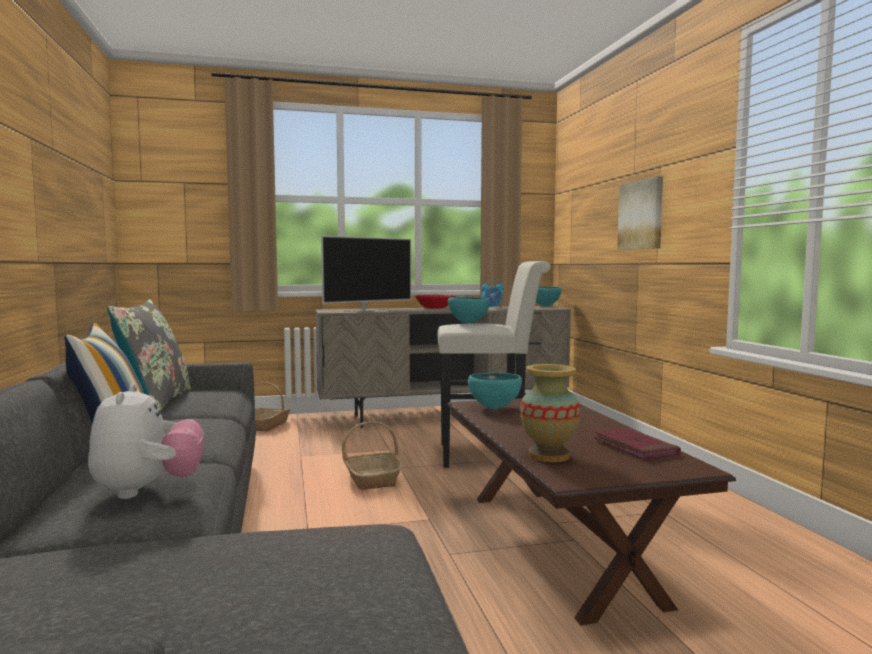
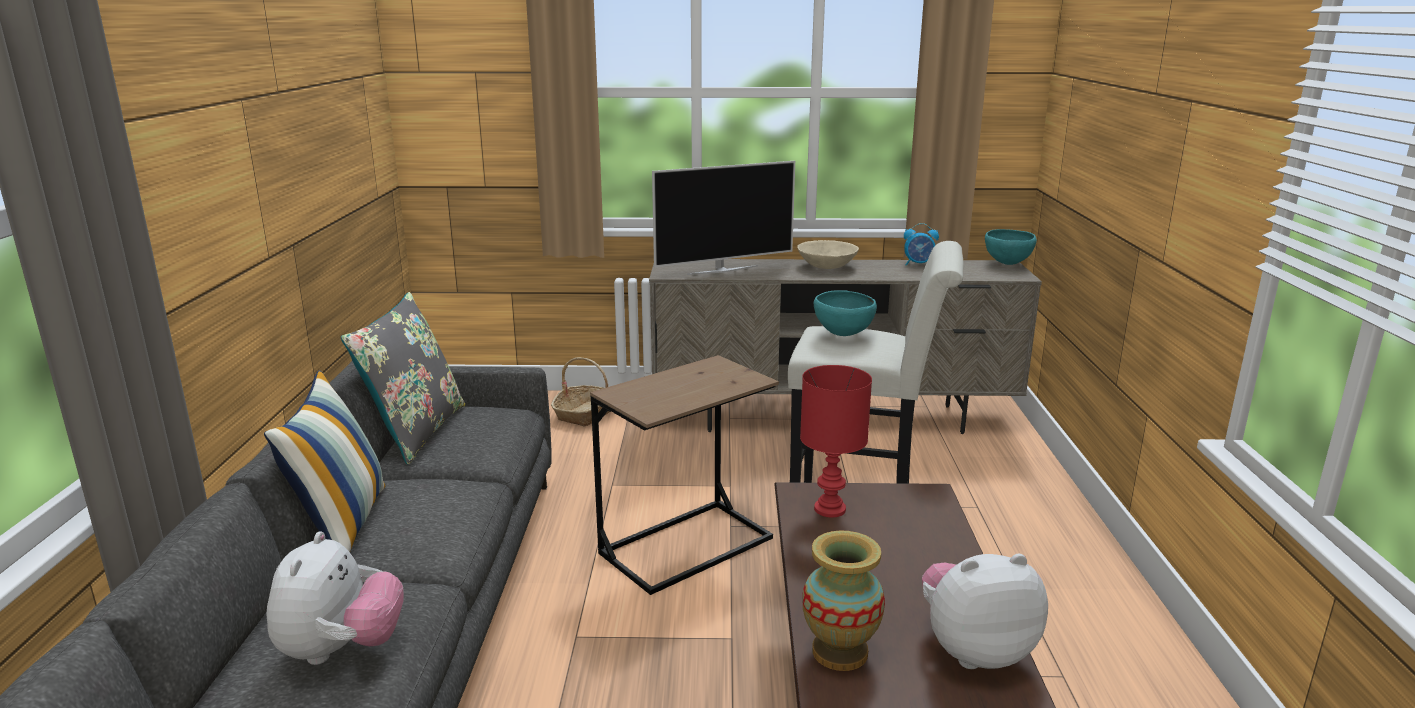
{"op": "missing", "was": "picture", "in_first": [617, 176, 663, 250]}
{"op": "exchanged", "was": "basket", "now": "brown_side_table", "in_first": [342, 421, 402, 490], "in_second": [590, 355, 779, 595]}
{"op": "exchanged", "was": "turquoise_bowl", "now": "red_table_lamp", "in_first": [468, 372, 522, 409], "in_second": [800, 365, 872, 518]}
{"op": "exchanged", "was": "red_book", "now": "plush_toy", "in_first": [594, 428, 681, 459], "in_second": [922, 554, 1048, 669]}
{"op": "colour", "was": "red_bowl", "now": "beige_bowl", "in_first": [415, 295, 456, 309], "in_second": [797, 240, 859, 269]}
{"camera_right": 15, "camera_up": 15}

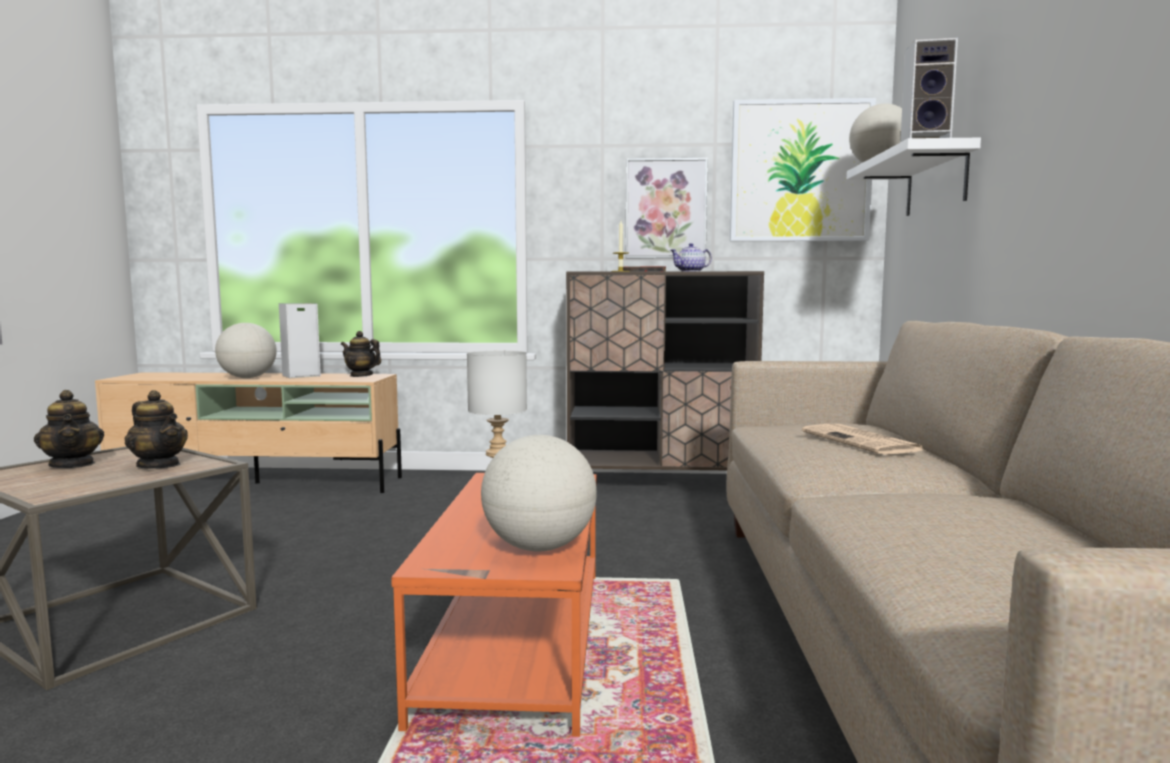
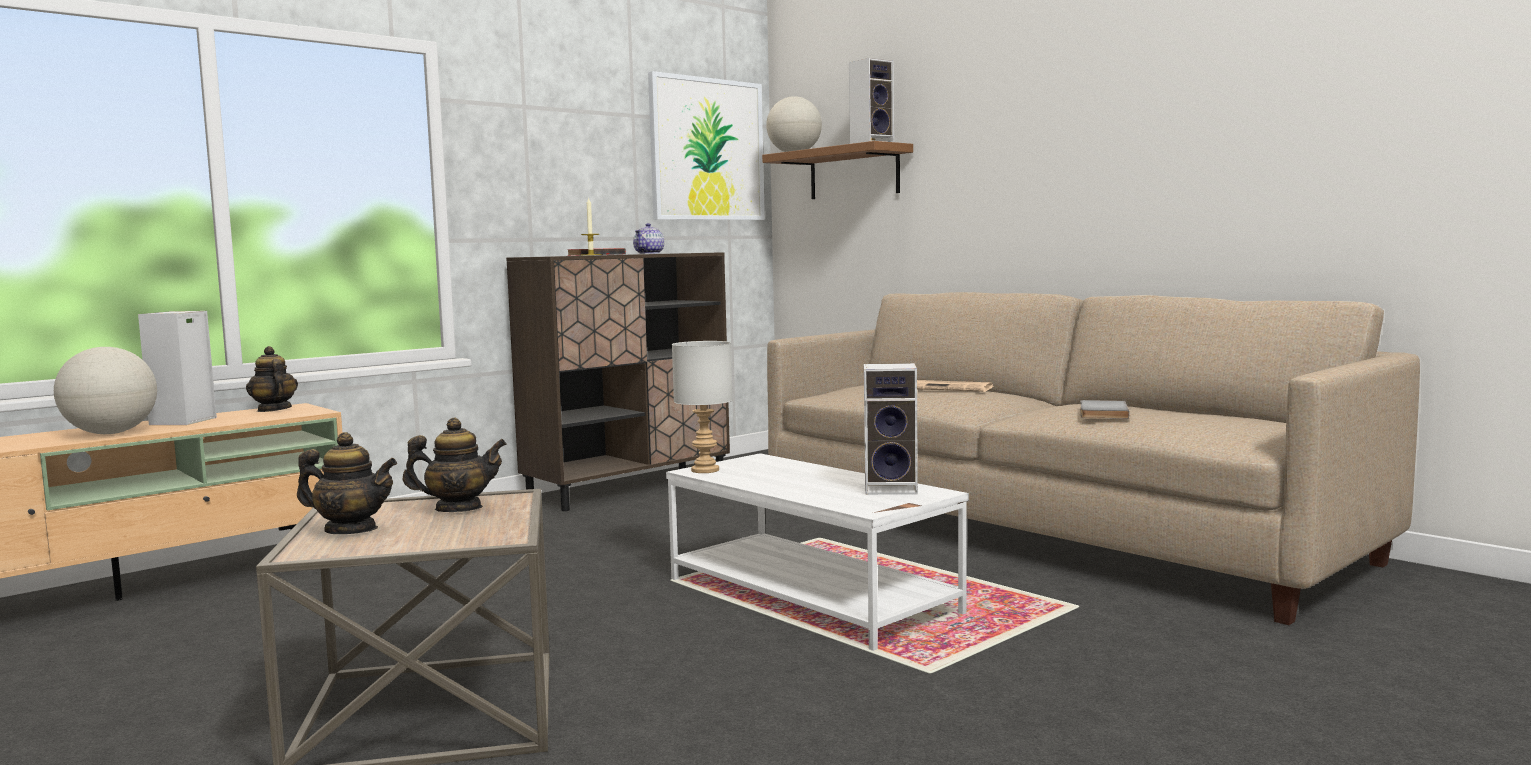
{"op": "missing", "was": "picture", "in_first": [626, 158, 708, 258]}
{"op": "appeared", "now": "grey_book", "in_second": [1080, 400, 1129, 419]}
{"op": "exchanged", "was": "globe", "now": "speaker", "in_first": [481, 435, 597, 551], "in_second": [864, 363, 918, 495]}
{"op": "colour", "was": "orange_coffee_table", "now": "white_coffee_table", "in_first": [391, 473, 597, 737], "in_second": [666, 453, 969, 651]}
{"op": "colour", "was": "white_shelf", "now": "brown_shelf", "in_first": [847, 138, 981, 216], "in_second": [762, 141, 913, 199]}
{"op": "spun", "was": "teapot", "in_first": [341, 331, 381, 377], "in_second": [246, 346, 298, 412], "clockwise": 75}
{"camera_right": -45, "camera_up": 0}

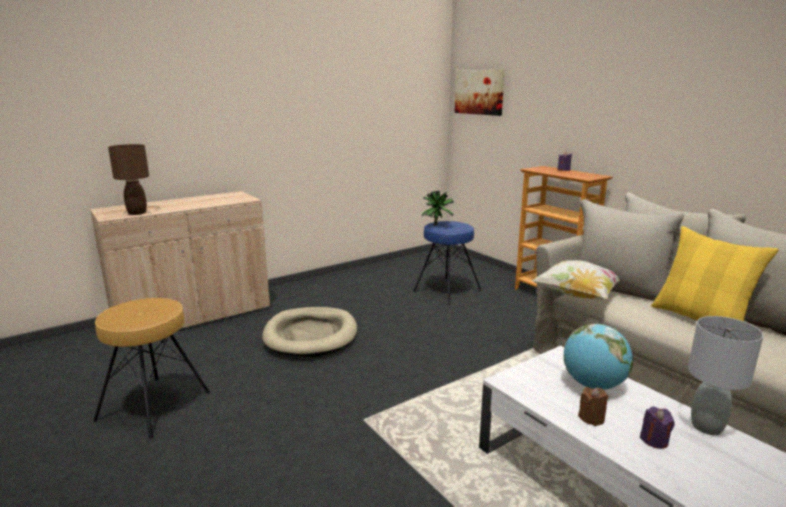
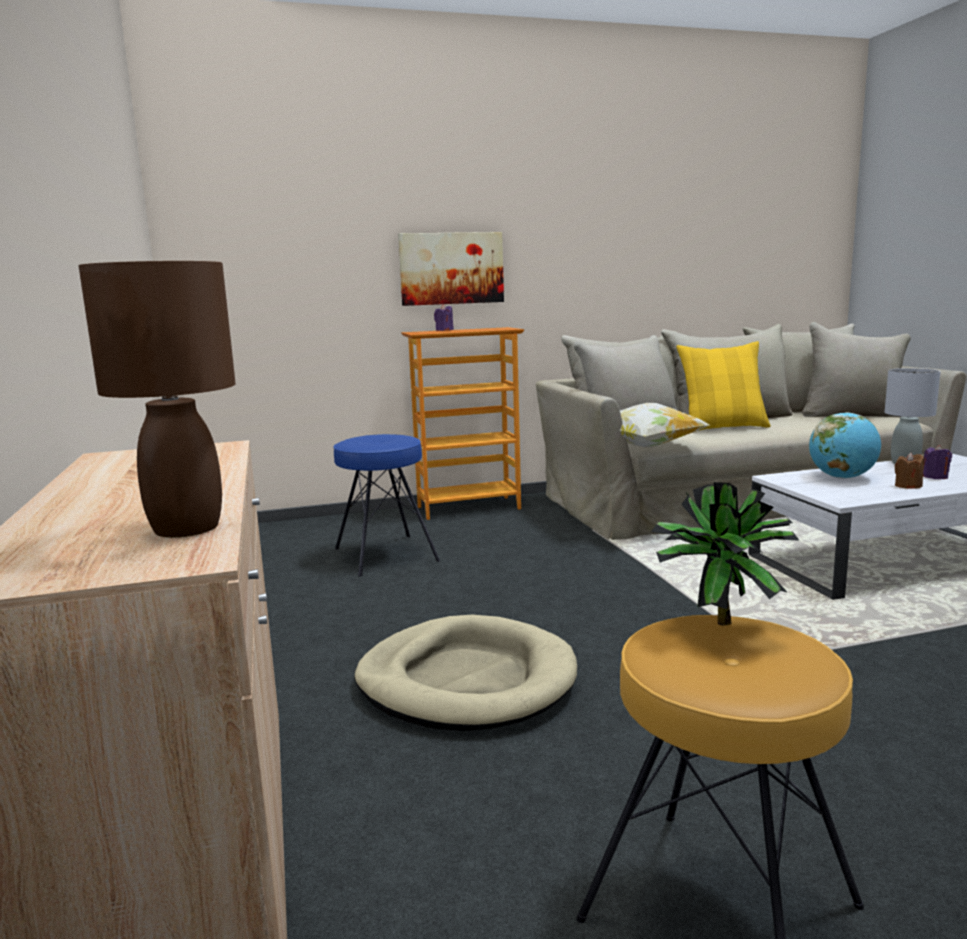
{"op": "relocated", "was": "potted_plant", "in_first": [422, 190, 454, 226], "in_second": [651, 482, 800, 625]}
{"op": "relocated", "was": "picture", "in_first": [454, 70, 505, 116], "in_second": [398, 232, 504, 306]}
{"camera_right": -70, "camera_up": -5}

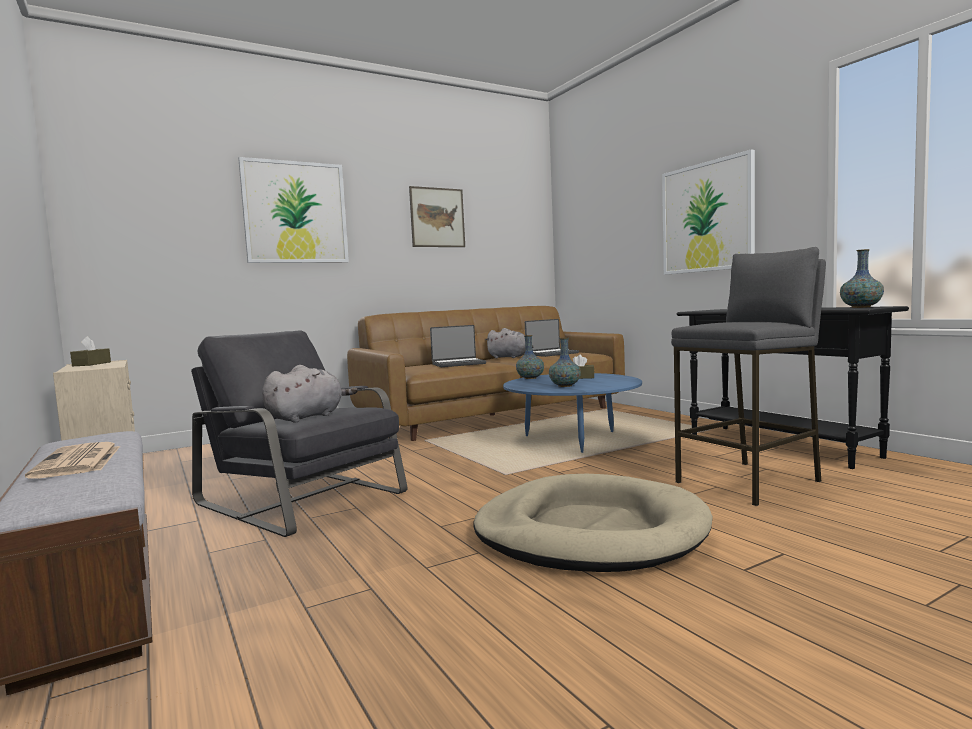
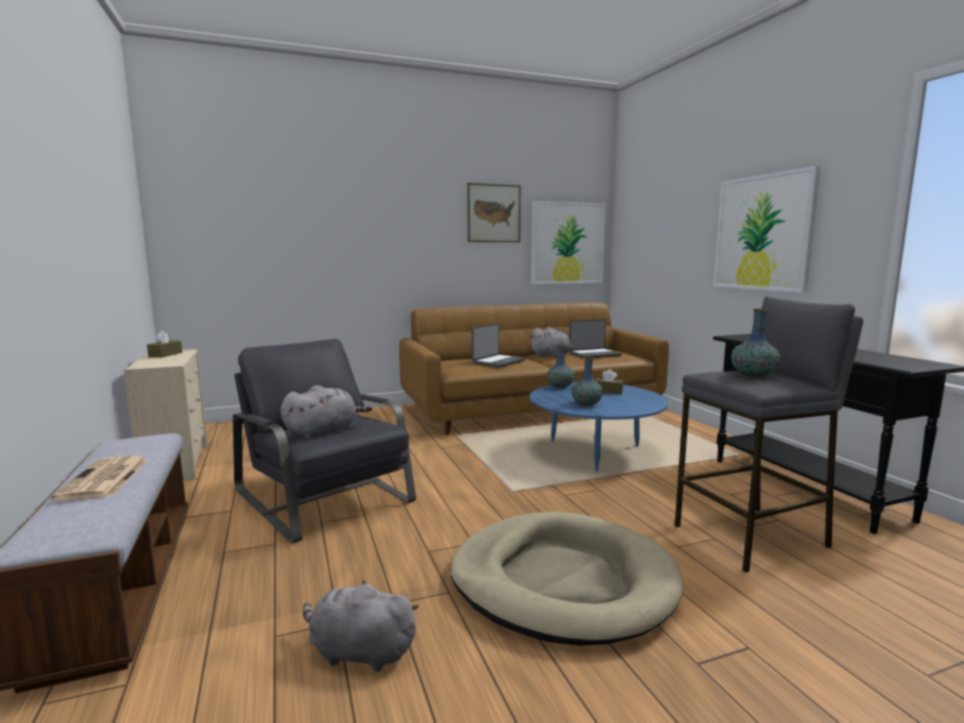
{"op": "appeared", "now": "grey_plush_toy", "in_second": [303, 580, 419, 672]}
{"op": "relocated", "was": "picture", "in_first": [238, 157, 349, 263], "in_second": [531, 201, 606, 285]}
{"op": "relocated", "was": "vase", "in_first": [840, 249, 884, 308], "in_second": [731, 309, 780, 378]}
{"op": "spun", "was": "laptop", "in_first": [430, 325, 486, 367], "in_second": [472, 323, 525, 368], "clockwise": -45}
{"camera_right": 10, "camera_up": 5}

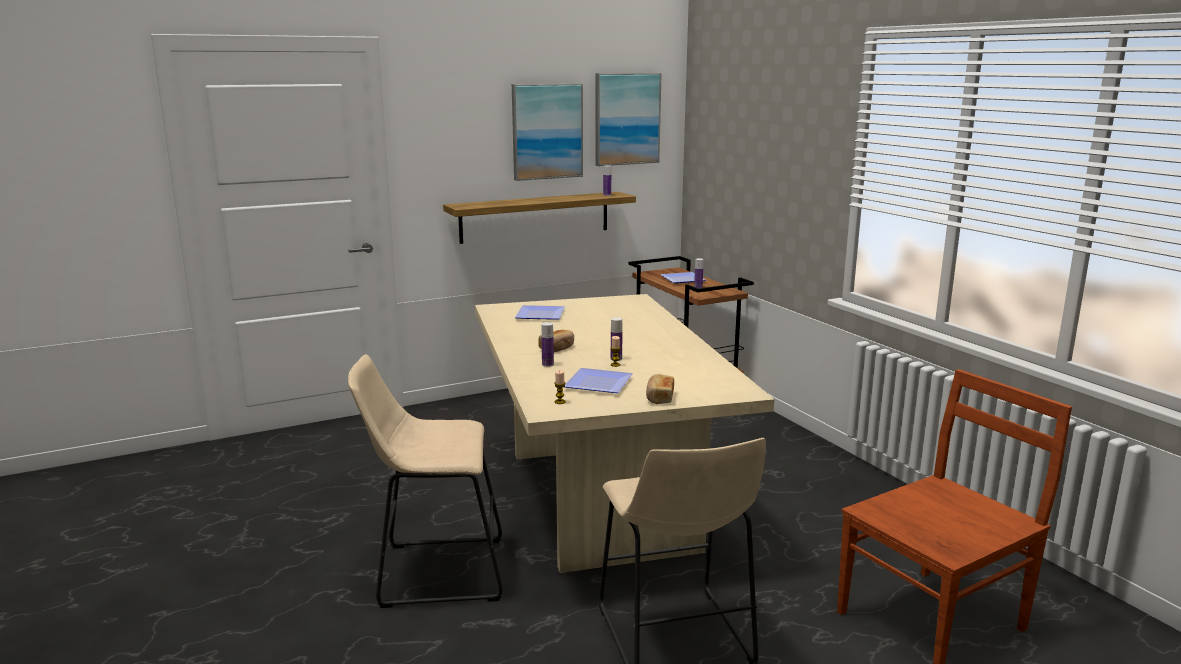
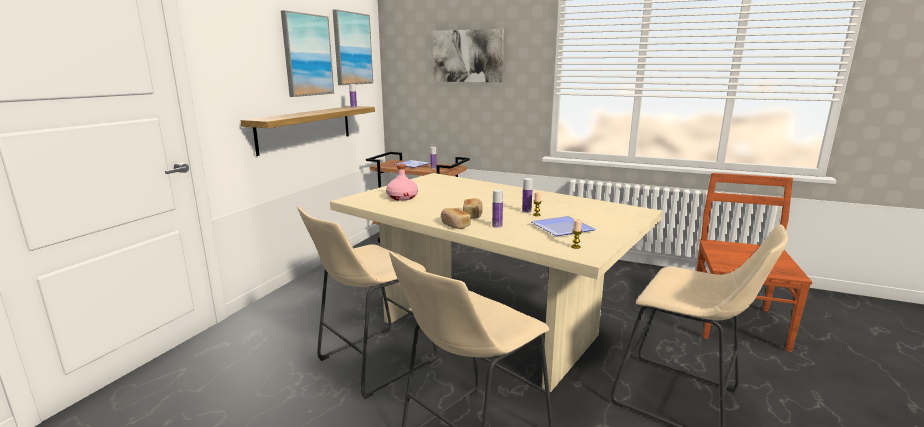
{"op": "appeared", "now": "beige_stool", "in_second": [297, 206, 438, 399]}
{"op": "appeared", "now": "picture", "in_second": [433, 29, 504, 82]}
{"op": "relocated", "was": "bread", "in_first": [646, 374, 674, 404], "in_second": [441, 208, 471, 229]}
{"op": "exchanged", "was": "plate", "now": "pink_bottle", "in_first": [515, 305, 565, 320], "in_second": [386, 164, 418, 201]}
{"camera_right": -40, "camera_up": 0}

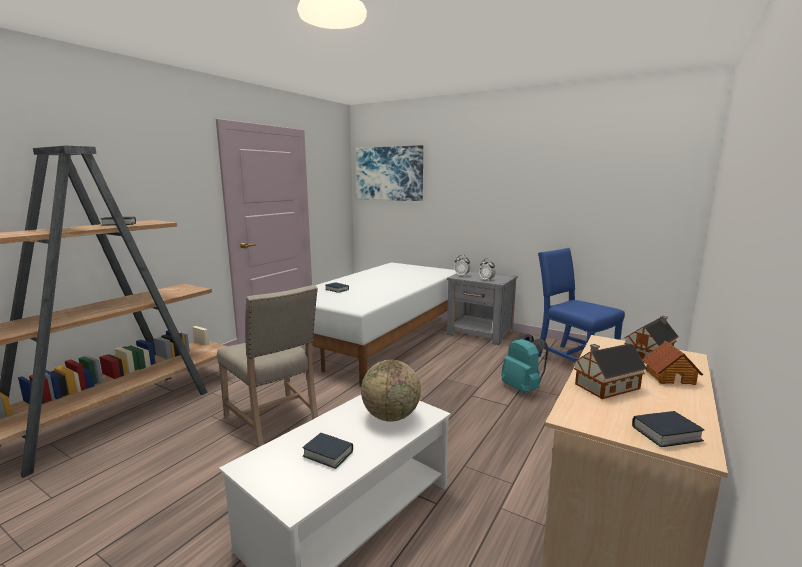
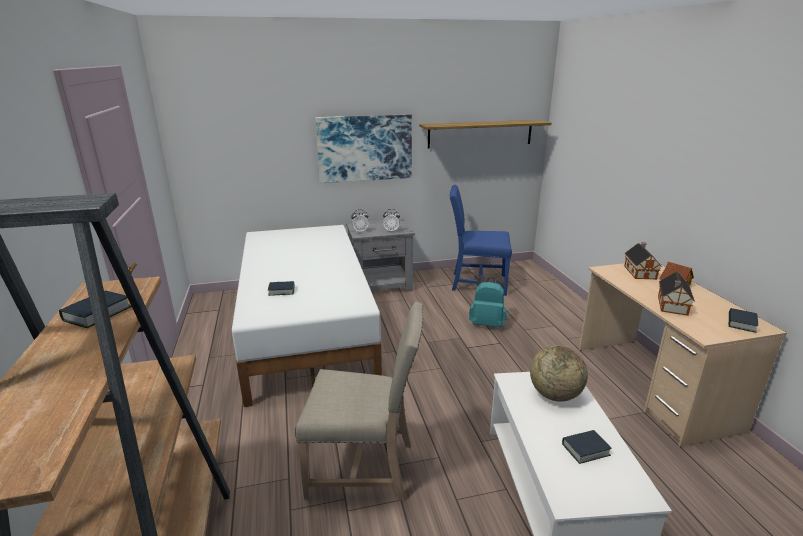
{"op": "appeared", "now": "shelf", "in_second": [419, 120, 552, 149]}
{"op": "relocated", "was": "picture", "in_first": [356, 145, 423, 201], "in_second": [315, 114, 412, 183]}
{"camera_right": -45, "camera_up": 10}

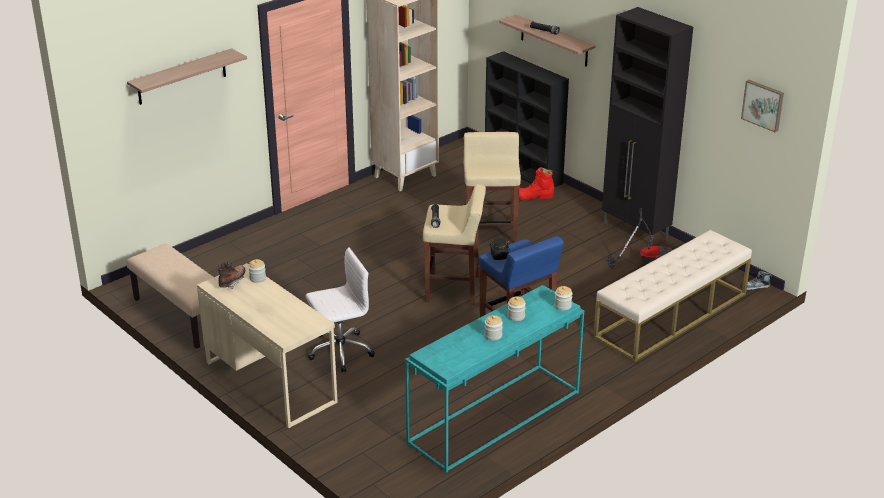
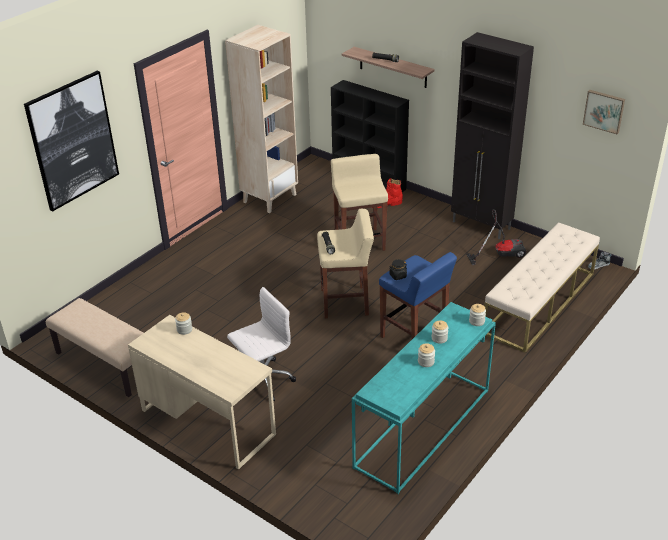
{"op": "missing", "was": "brown_boot", "in_first": [217, 262, 245, 289]}
{"op": "exchanged", "was": "shelf", "now": "picture", "in_first": [127, 48, 247, 105], "in_second": [24, 71, 119, 212]}
{"camera_right": -10, "camera_up": 5}

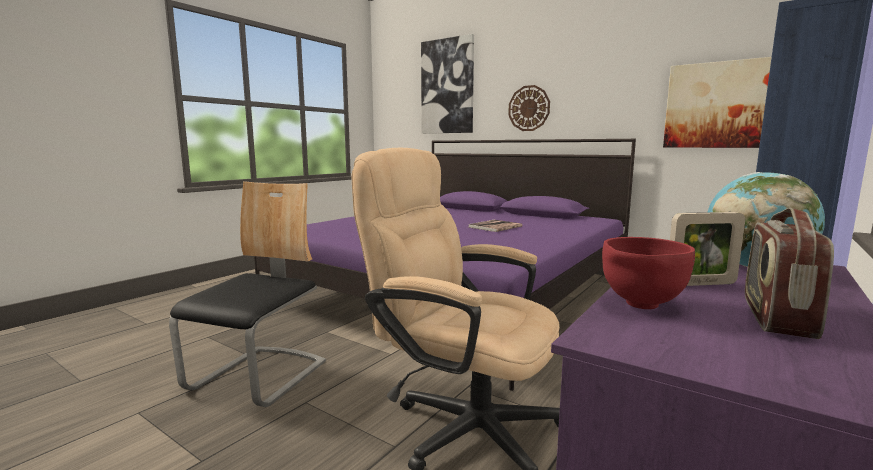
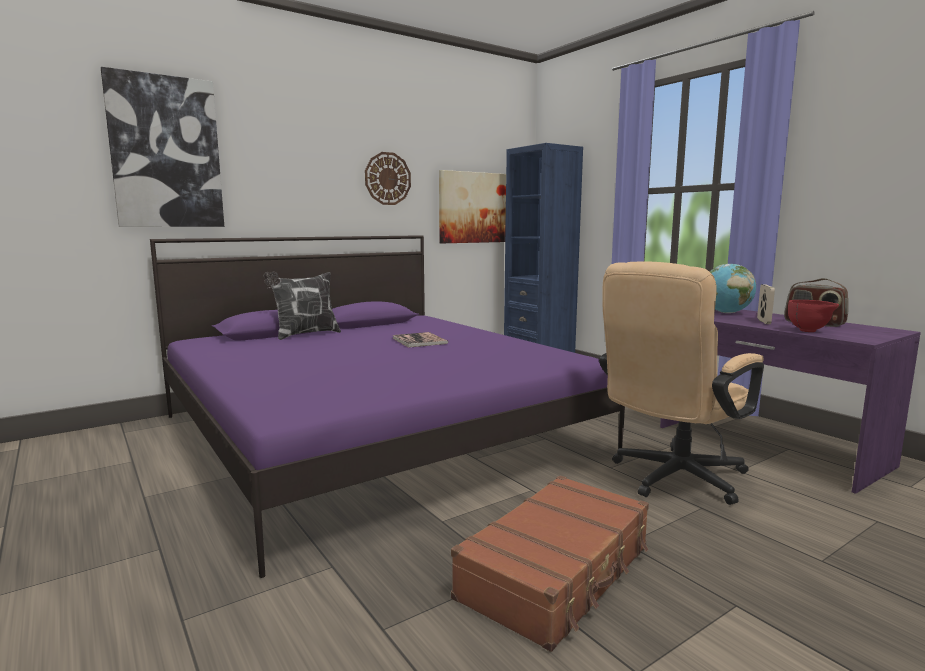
{"op": "appeared", "now": "pillow", "in_second": [264, 272, 341, 340]}
{"op": "relocated", "was": "wall_clock", "in_first": [508, 85, 550, 131], "in_second": [365, 152, 411, 205]}
{"op": "exchanged", "was": "chair", "now": "brown_suitcase", "in_first": [169, 181, 326, 407], "in_second": [451, 475, 649, 652]}
{"camera_right": -70, "camera_up": 0}

